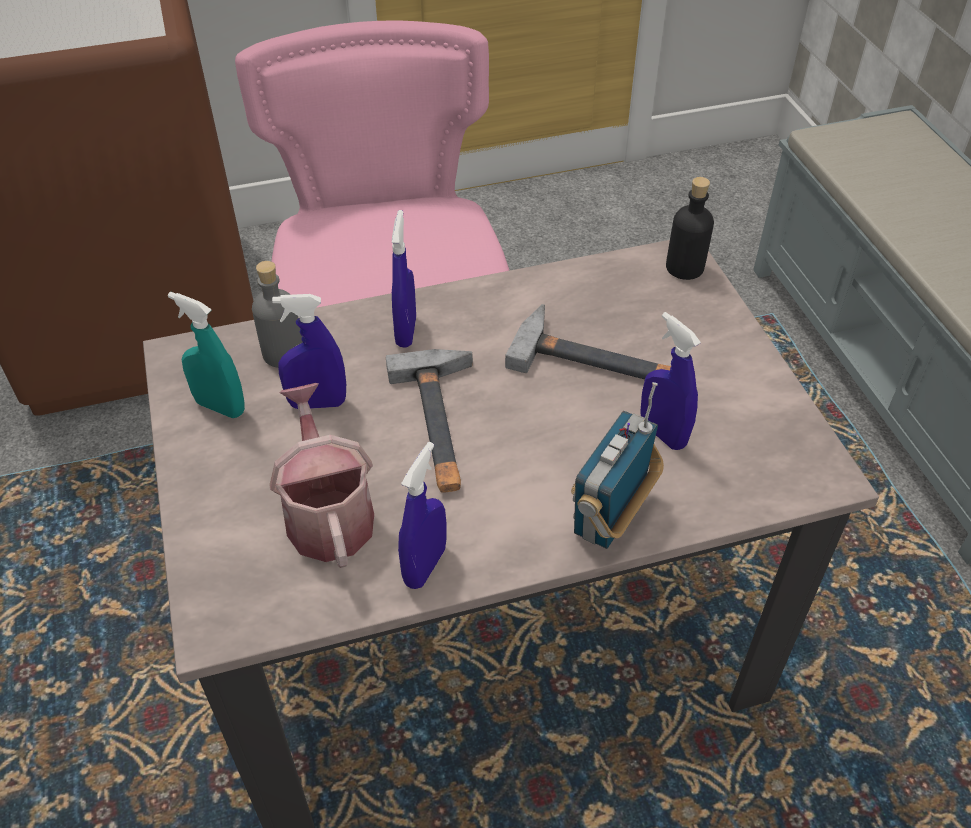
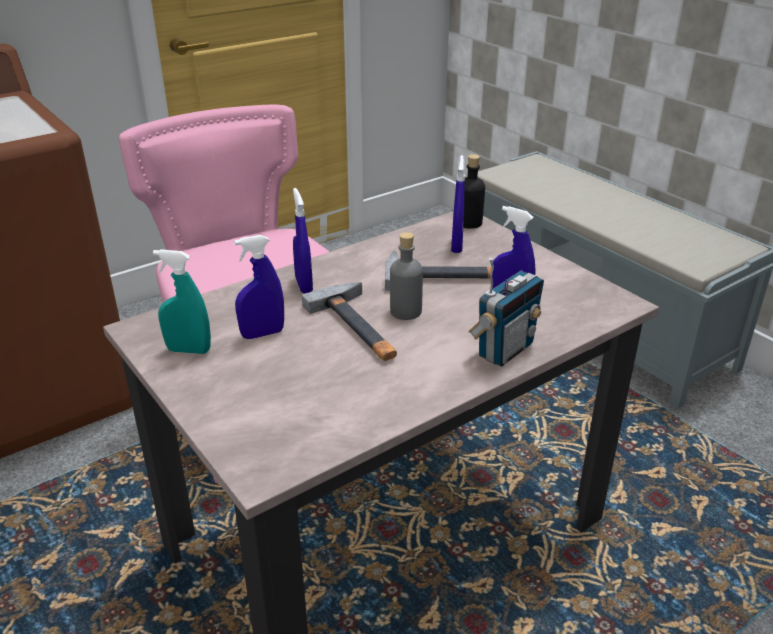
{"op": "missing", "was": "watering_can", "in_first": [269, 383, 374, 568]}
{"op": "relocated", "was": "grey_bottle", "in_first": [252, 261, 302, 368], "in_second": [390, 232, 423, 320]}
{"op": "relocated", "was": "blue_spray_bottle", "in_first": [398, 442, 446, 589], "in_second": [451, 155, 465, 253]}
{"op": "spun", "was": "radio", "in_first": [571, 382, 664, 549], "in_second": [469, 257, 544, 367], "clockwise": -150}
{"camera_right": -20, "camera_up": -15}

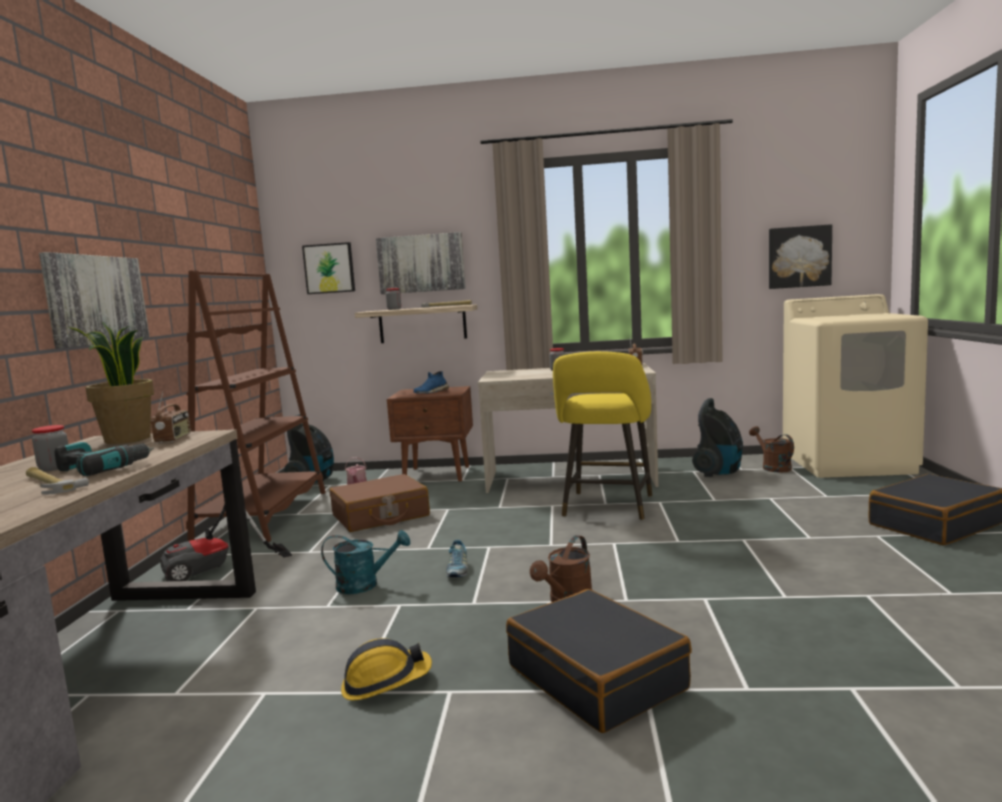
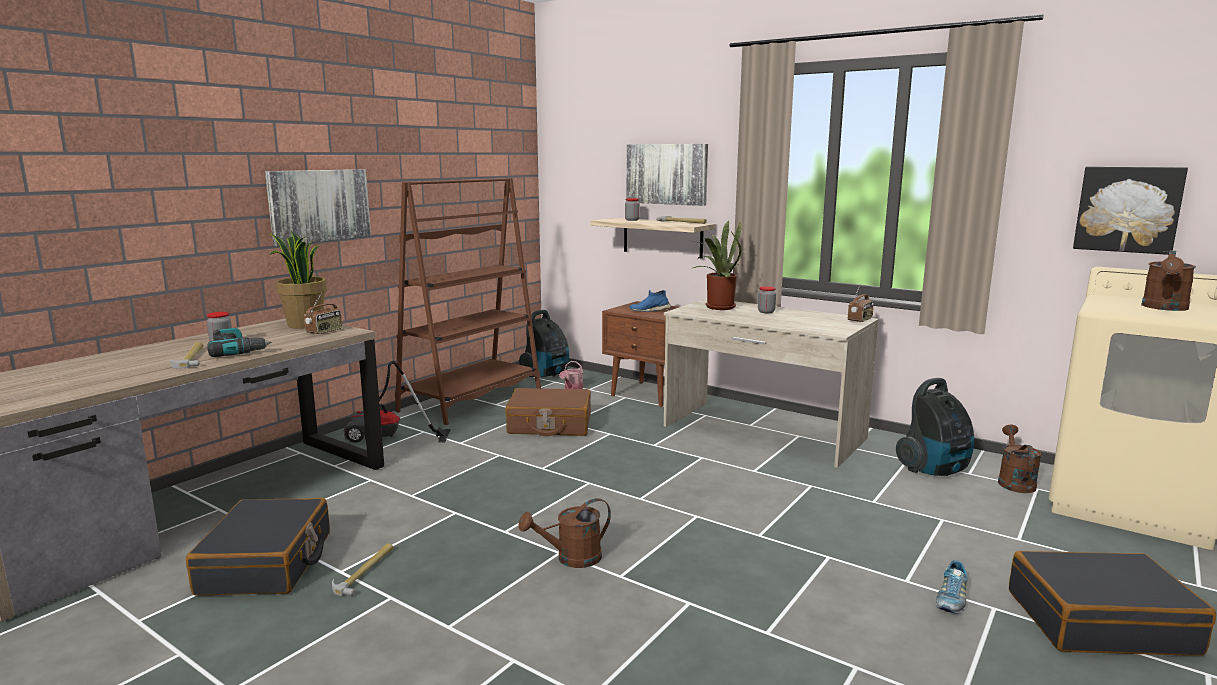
{"op": "missing", "was": "picture", "in_first": [302, 242, 355, 294]}
{"op": "missing", "was": "turquoise_watering_can", "in_first": [321, 530, 410, 594]}
{"op": "missing", "was": "yellow_stool", "in_first": [553, 351, 652, 521]}
{"op": "appeared", "now": "potted_plant", "in_second": [693, 221, 741, 310]}
{"op": "appeared", "now": "brown_watering_can", "in_second": [1141, 251, 1196, 311]}
{"op": "relocated", "was": "shoe", "in_first": [446, 540, 468, 577], "in_second": [936, 560, 968, 614]}
{"op": "relocated", "was": "black_suitcase", "in_first": [506, 589, 692, 733], "in_second": [186, 498, 330, 595]}
{"op": "exchanged", "was": "hard_hat", "now": "hammer", "in_first": [341, 638, 432, 701], "in_second": [332, 543, 393, 596]}
{"camera_right": 30, "camera_up": 5}

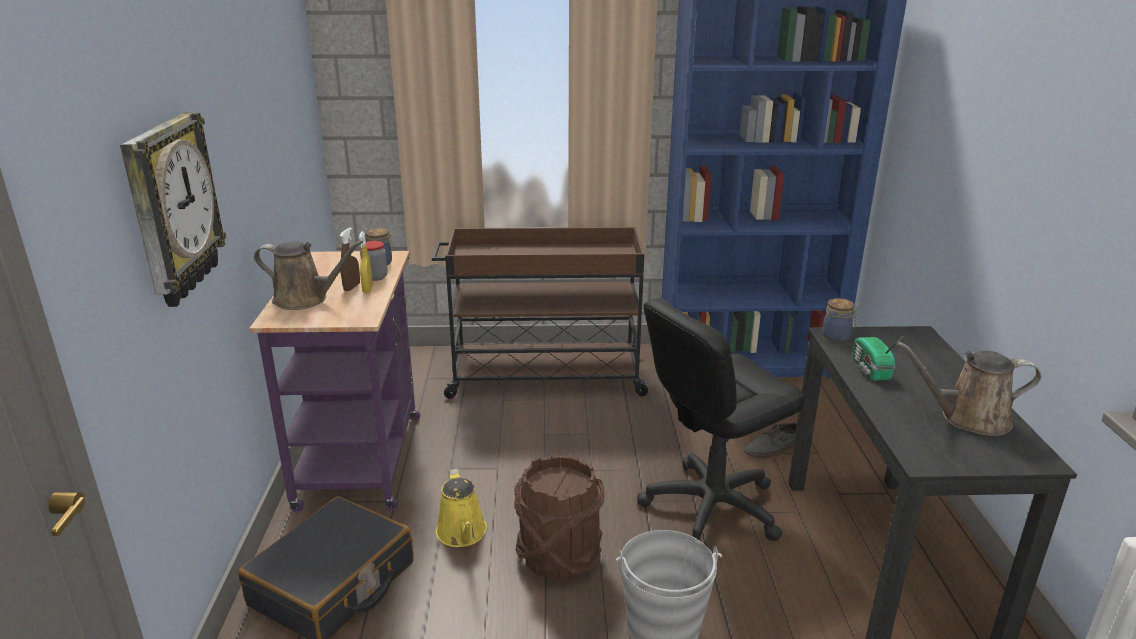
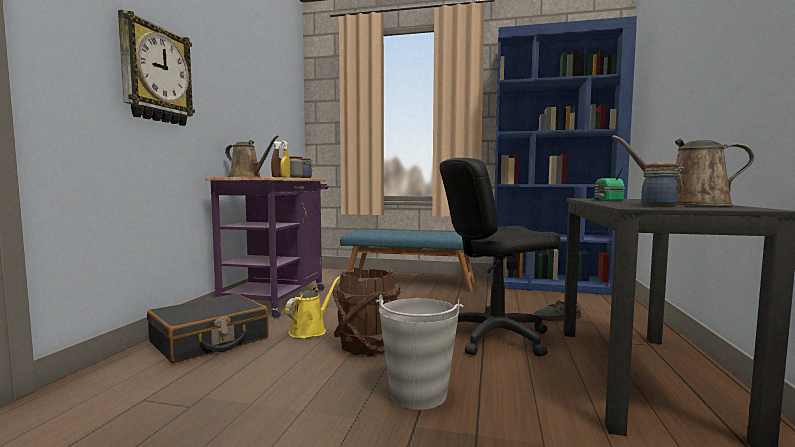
{"op": "relocated", "was": "jar", "in_first": [822, 298, 858, 342], "in_second": [641, 162, 684, 207]}
{"op": "exchanged", "was": "brown_cart", "now": "blue_bench", "in_first": [432, 227, 651, 399], "in_second": [340, 230, 475, 292]}
{"op": "spun", "was": "yellow_watering_can", "in_first": [436, 468, 487, 547], "in_second": [285, 276, 340, 338], "clockwise": -150}
{"camera_right": 15, "camera_up": -20}

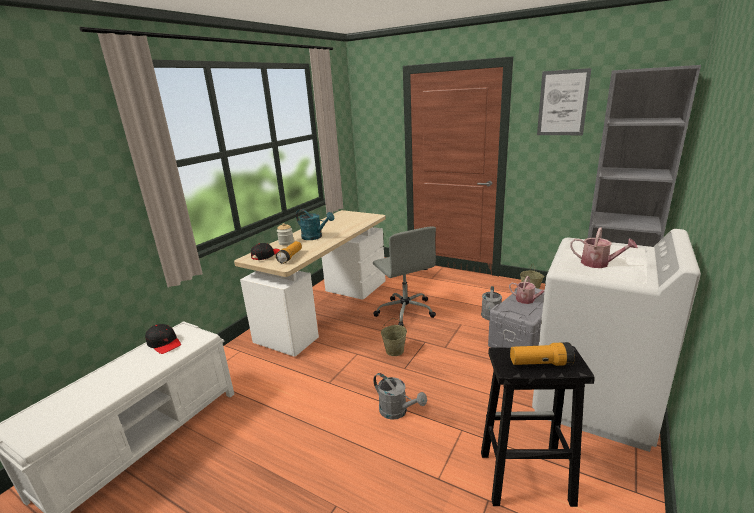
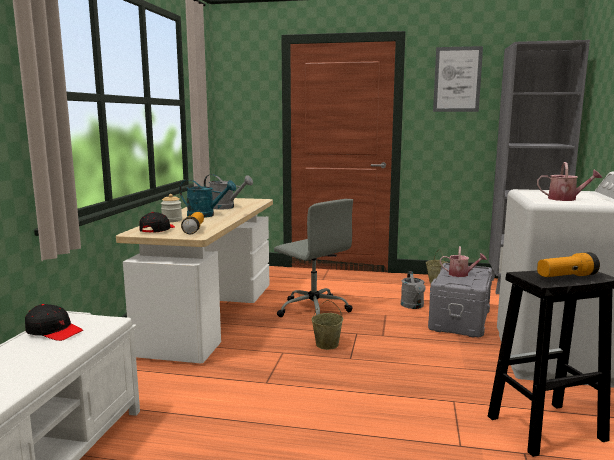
{"op": "relocated", "was": "grey_watering_can", "in_first": [373, 373, 427, 420], "in_second": [204, 174, 253, 209]}
{"camera_right": -20, "camera_up": -10}

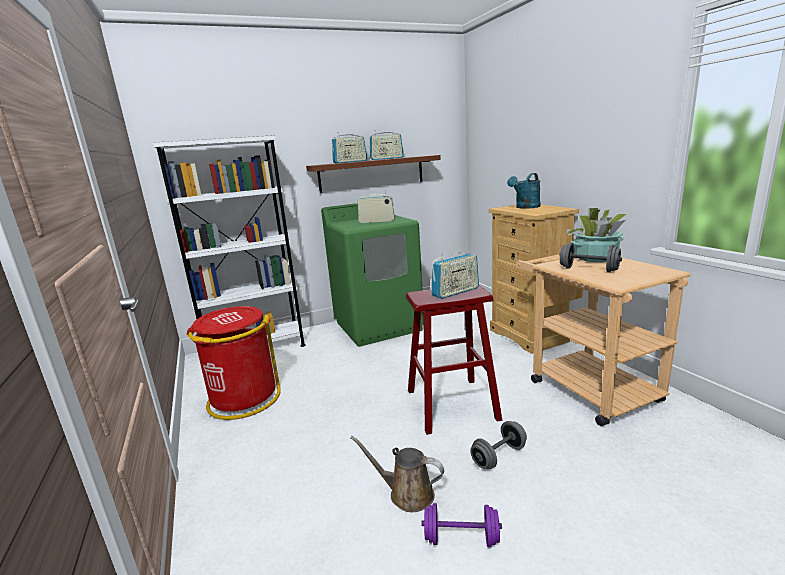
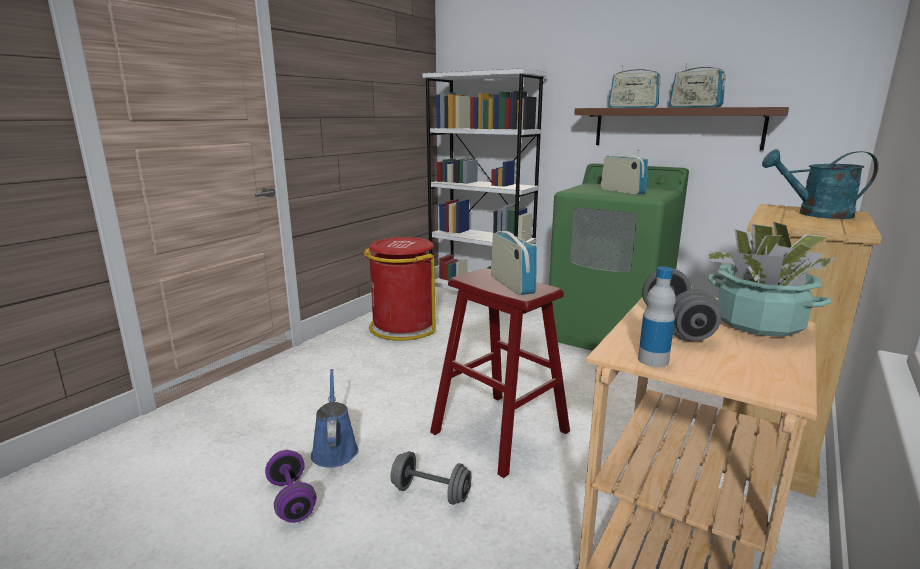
{"op": "appeared", "now": "bottle", "in_second": [638, 266, 676, 367]}
{"op": "colour", "was": "brown_watering_can", "now": "blue_watering_can", "in_first": [351, 436, 444, 512], "in_second": [311, 369, 359, 468]}
{"op": "spun", "was": "radio", "in_first": [431, 253, 479, 299], "in_second": [491, 231, 537, 295], "clockwise": -135}
{"camera_right": 55, "camera_up": 0}

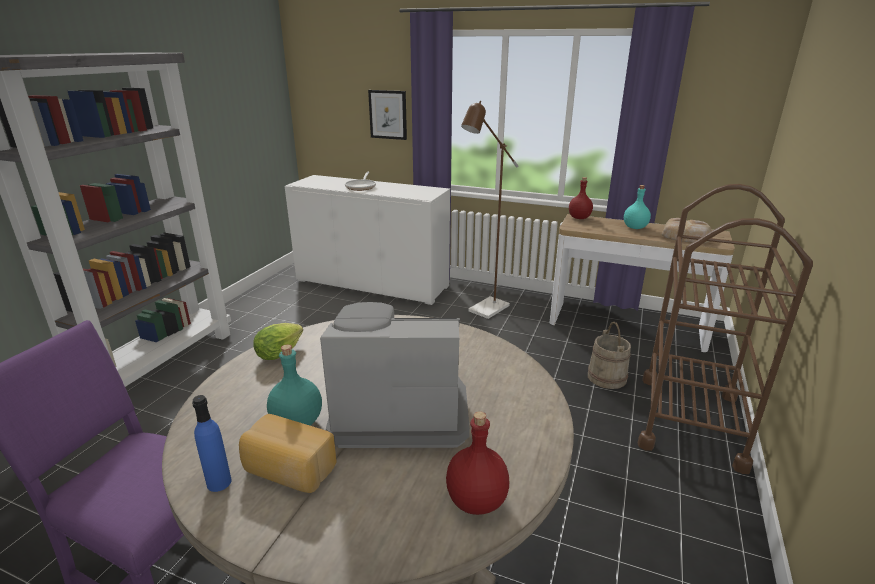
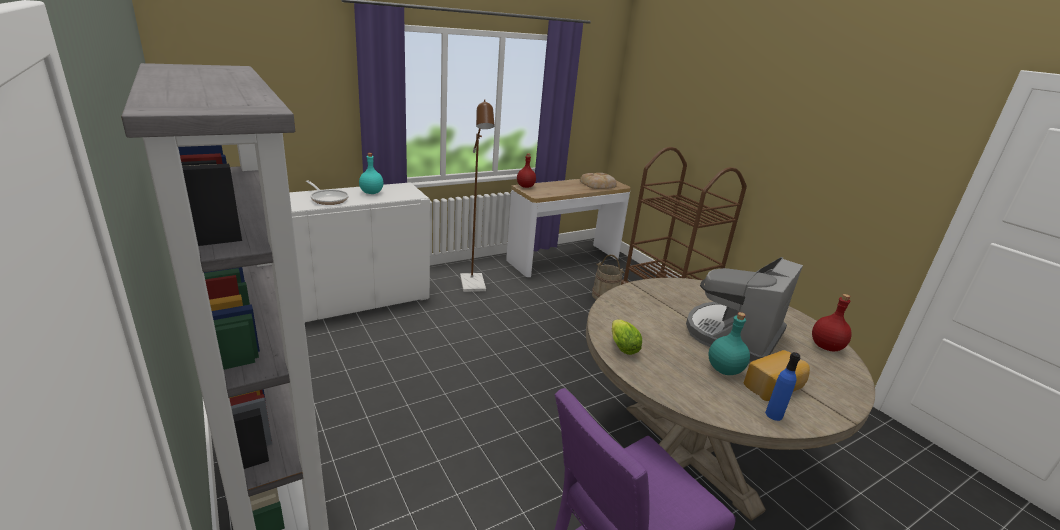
{"op": "missing", "was": "picture", "in_first": [368, 90, 407, 140]}
{"op": "relocated", "was": "turquoise_bottle", "in_first": [624, 185, 651, 229], "in_second": [359, 153, 384, 194]}
{"camera_right": -55, "camera_up": 0}

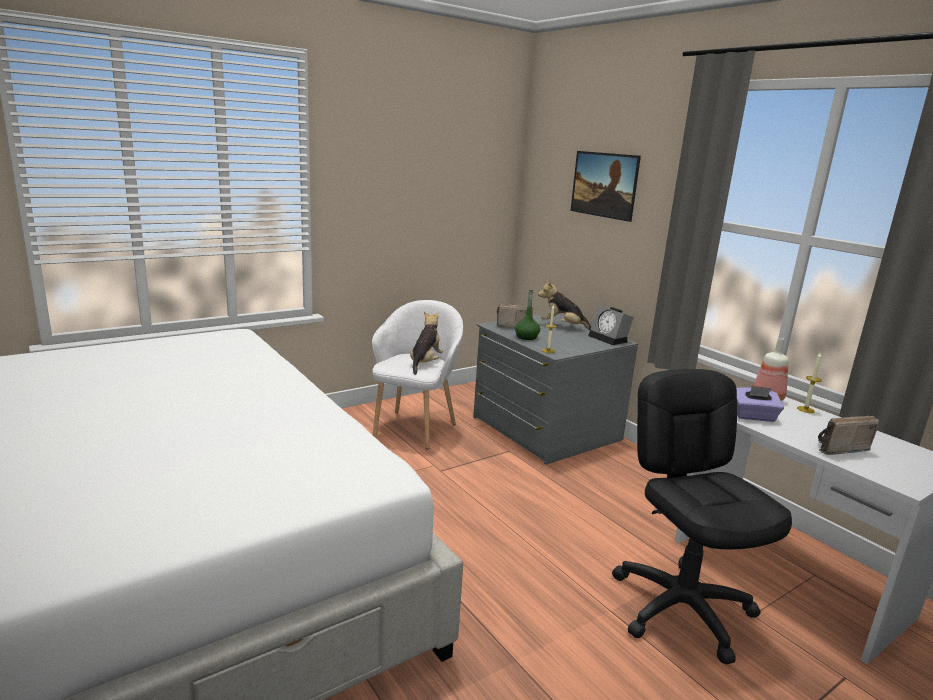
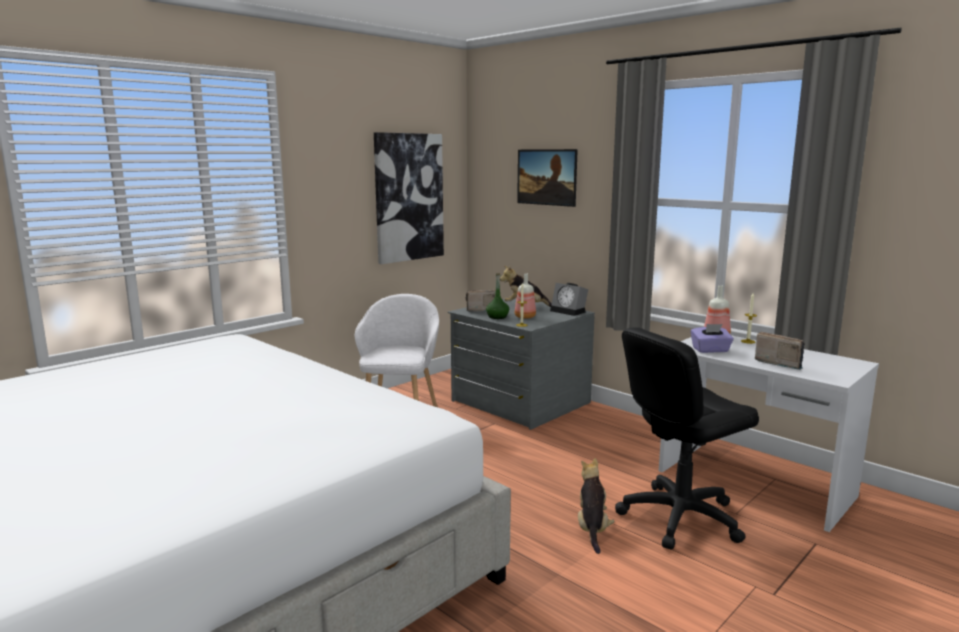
{"op": "appeared", "now": "picture", "in_second": [374, 132, 444, 264]}
{"op": "appeared", "now": "bottle", "in_second": [515, 273, 536, 319]}
{"op": "relocated", "was": "plush_toy", "in_first": [410, 312, 443, 375], "in_second": [578, 458, 615, 554]}
{"op": "spun", "was": "black_office_chair", "in_first": [612, 369, 792, 665], "in_second": [615, 327, 759, 549], "clockwise": -90}
{"op": "spun", "was": "radio", "in_first": [818, 416, 879, 455], "in_second": [755, 331, 805, 370], "clockwise": 75}
{"camera_right": -10, "camera_up": -5}

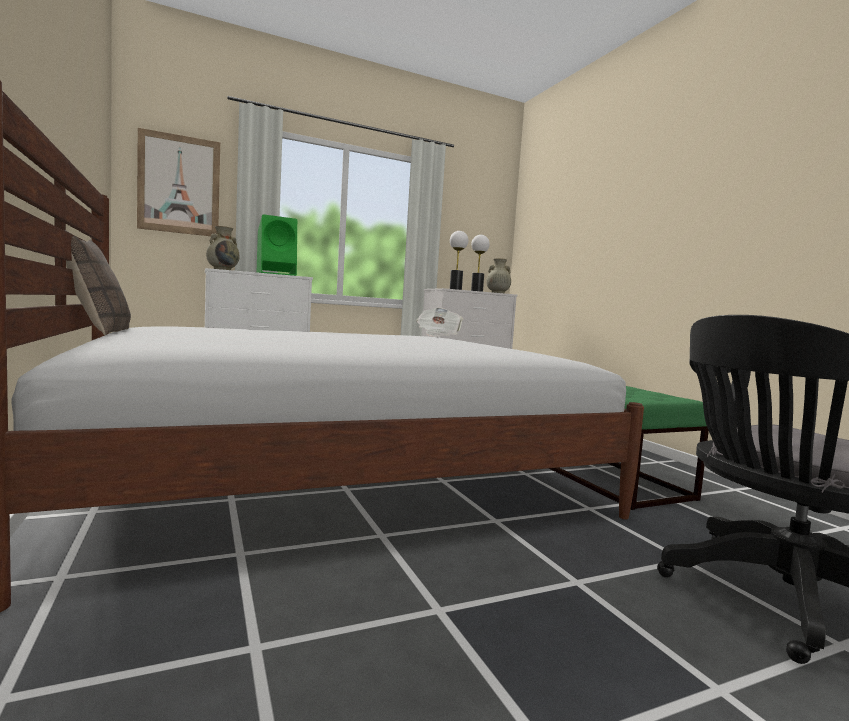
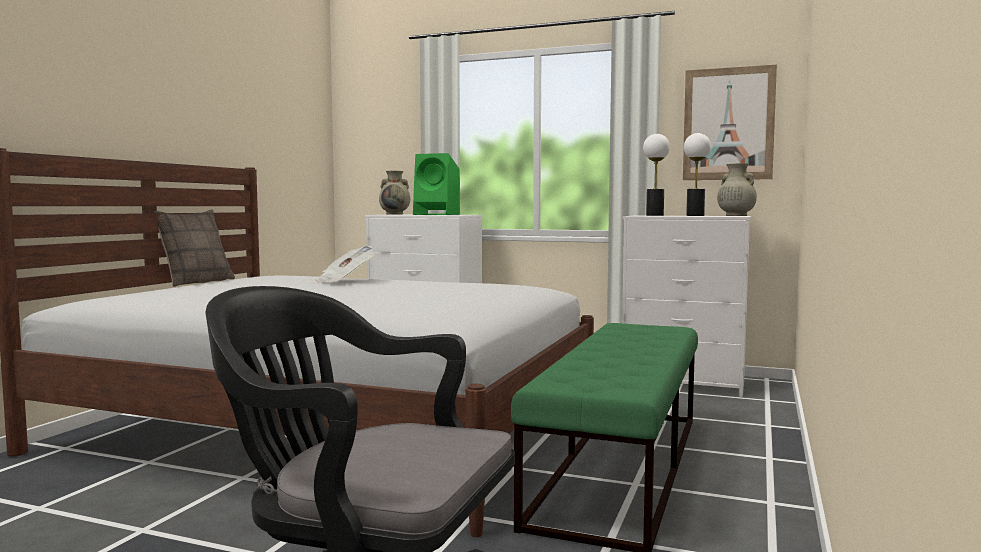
{"op": "relocated", "was": "picture", "in_first": [137, 128, 220, 236], "in_second": [683, 65, 777, 180]}
{"op": "relocated", "was": "newspaper", "in_first": [416, 308, 463, 337], "in_second": [312, 246, 375, 284]}
{"camera_right": 45, "camera_up": 0}

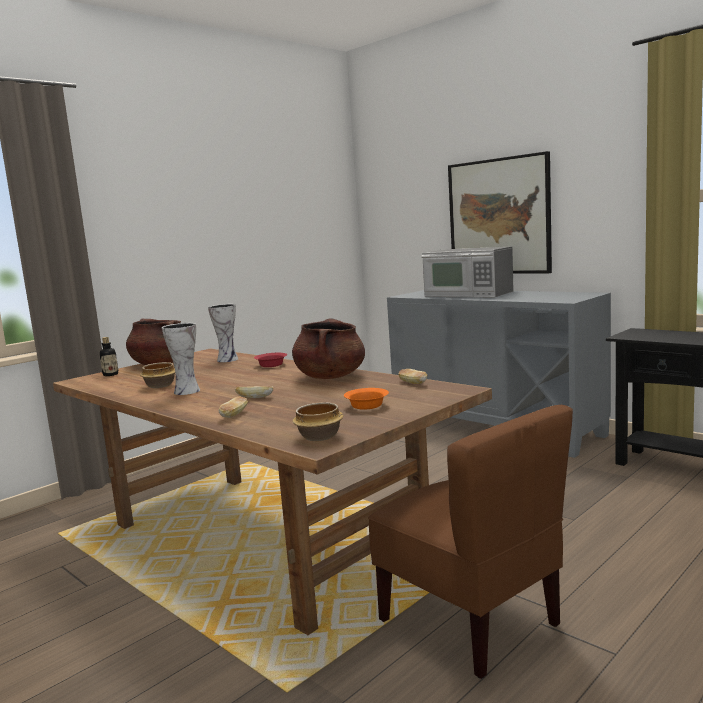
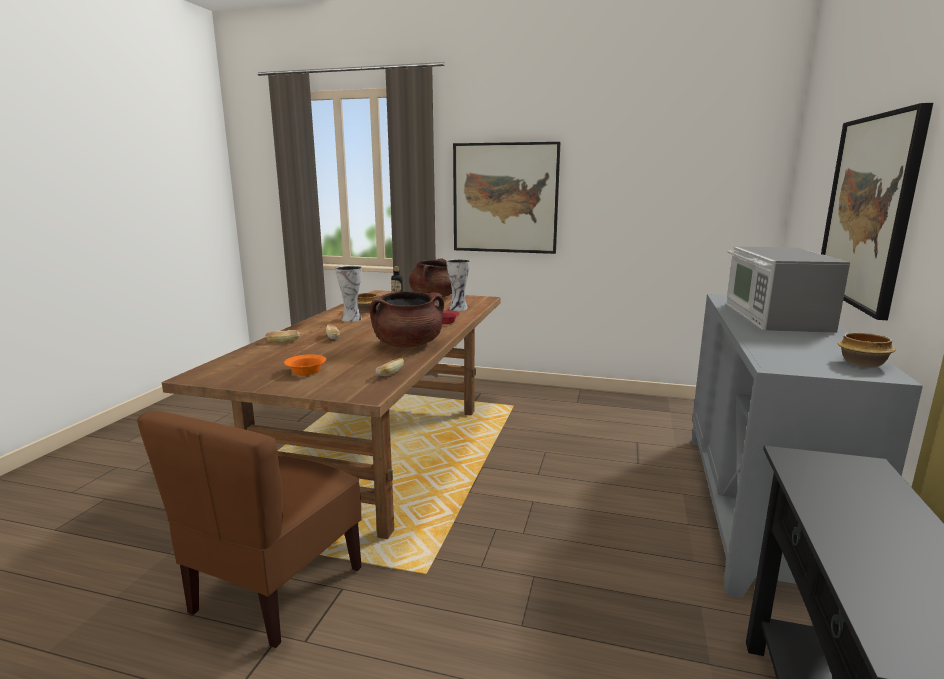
{"op": "appeared", "now": "picture", "in_second": [453, 142, 561, 254]}
{"op": "relocated", "was": "bowl", "in_first": [292, 402, 344, 441], "in_second": [838, 332, 896, 368]}
{"camera_right": 60, "camera_up": 5}

